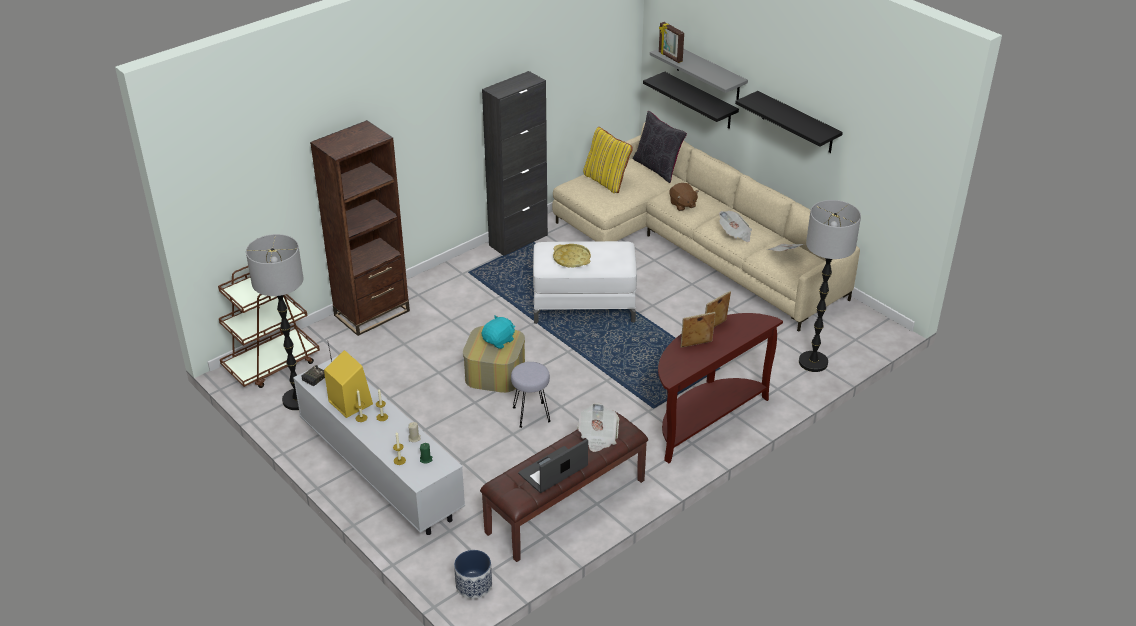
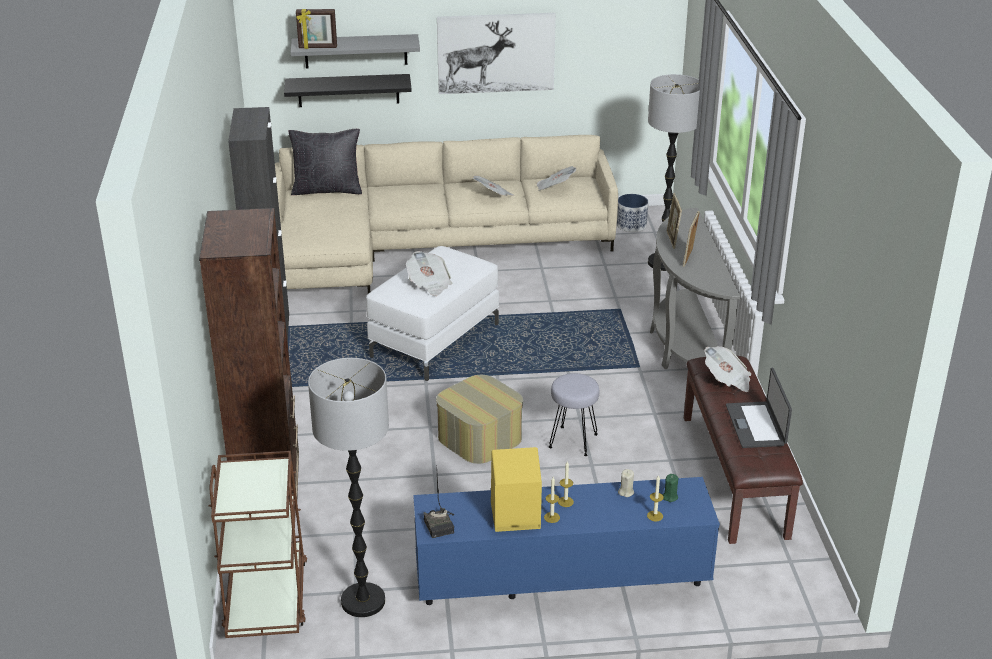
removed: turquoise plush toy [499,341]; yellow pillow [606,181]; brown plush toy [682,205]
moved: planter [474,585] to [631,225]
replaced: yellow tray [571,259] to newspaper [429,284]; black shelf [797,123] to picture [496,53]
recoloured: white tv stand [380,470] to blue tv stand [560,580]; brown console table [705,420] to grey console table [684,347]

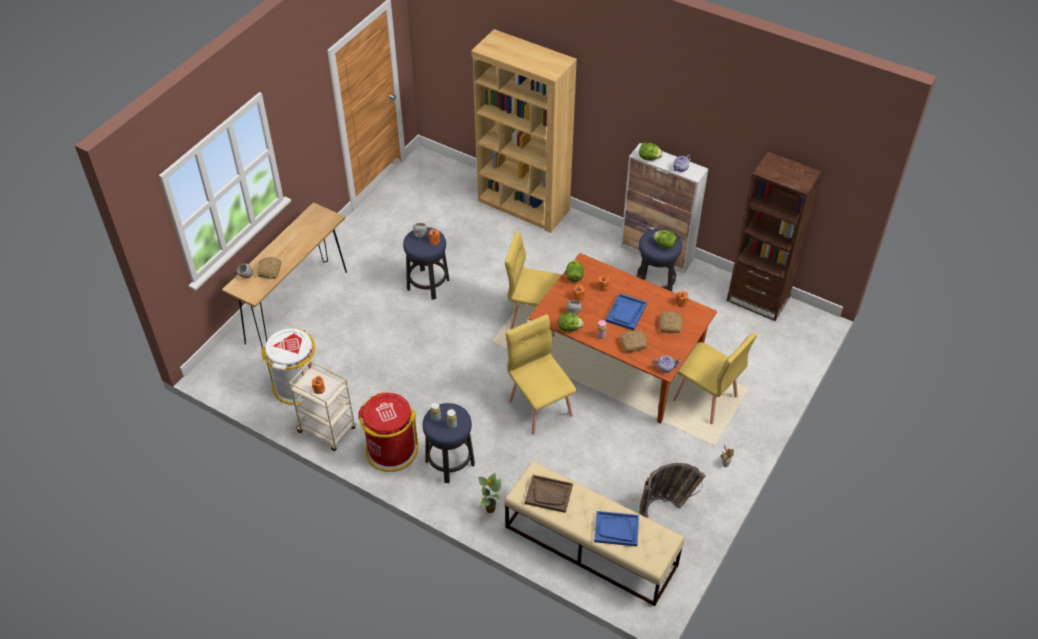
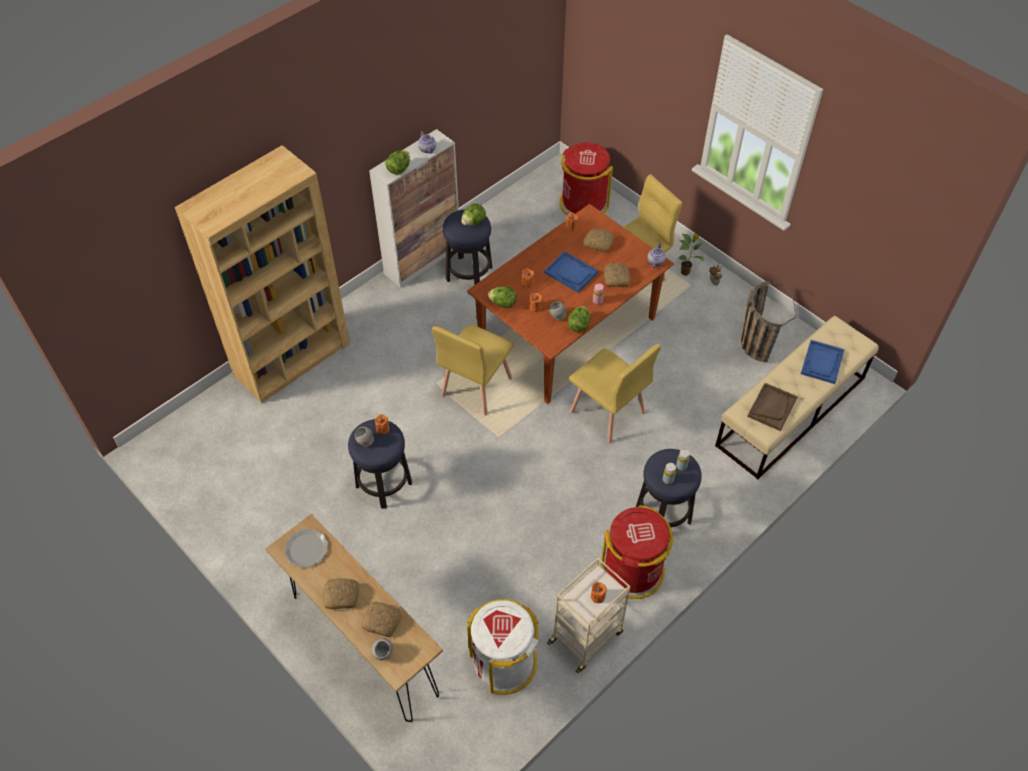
removed: brown bookcase [758,299]
added: plate [306,549]; bread [342,595]; red trash can [583,203]
moved: potted plant [490,510] to [685,272]
turned: yellow chair [540,407] = [607,413] 120 degrees counterclockwise

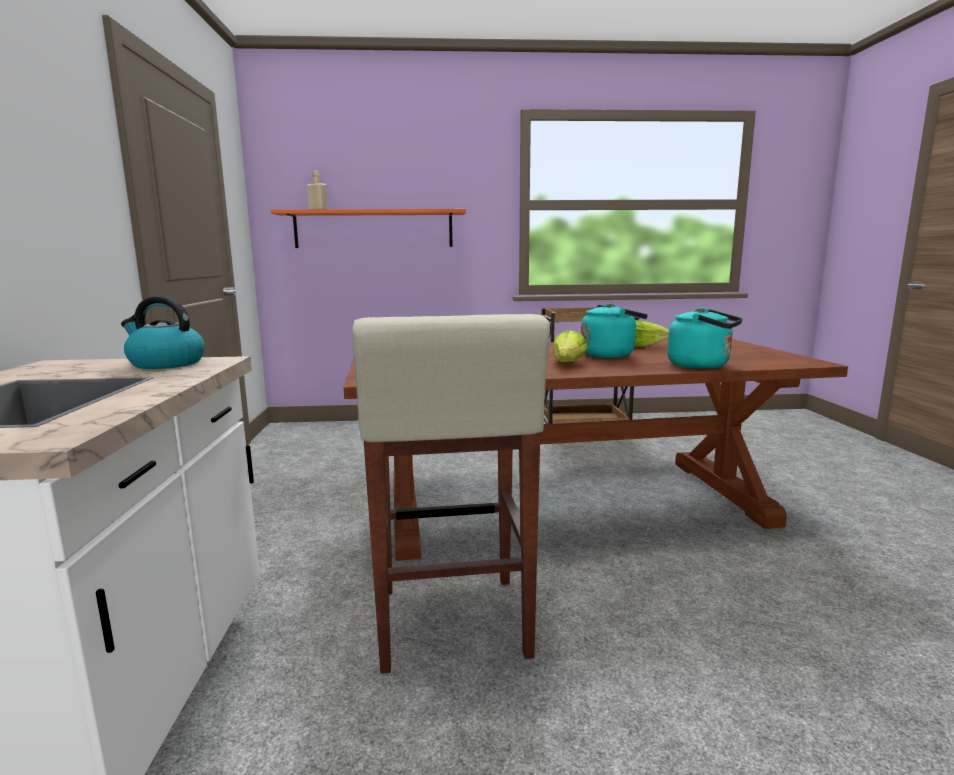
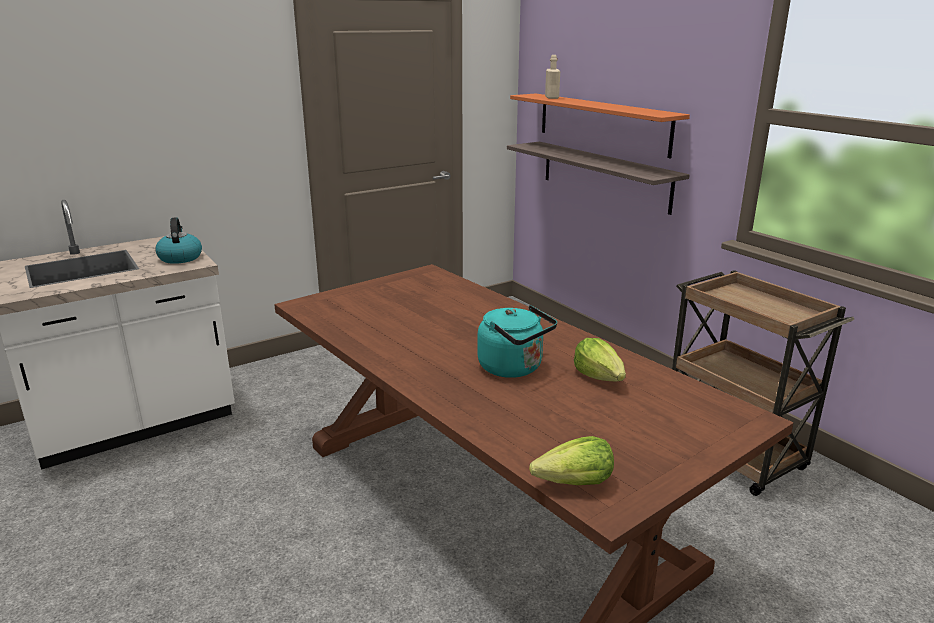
removed: beige stool [452,624]; turquoise kettle [702,366]
added: shelf [604,175]
moved: lettuce [568,363] to [575,483]

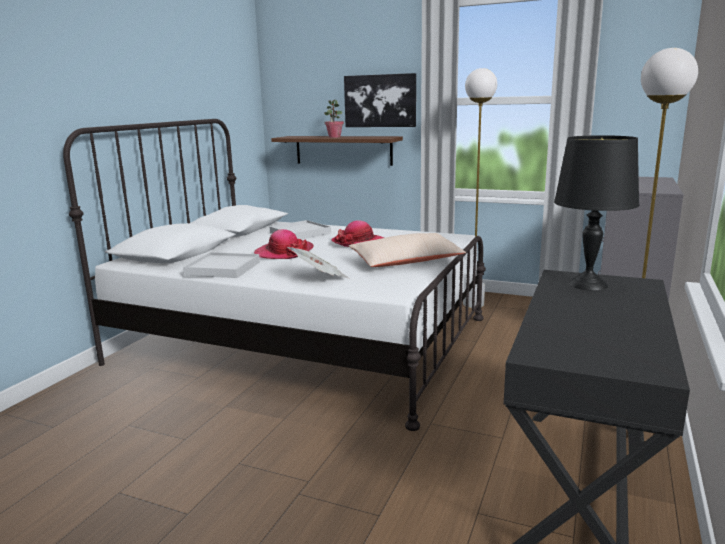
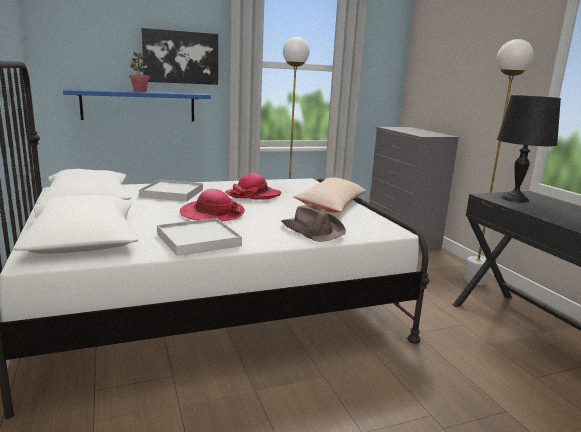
replaced: newspaper [320,278] to brown hat [312,230]
recoloured: brown shelf [343,150] to blue shelf [139,105]

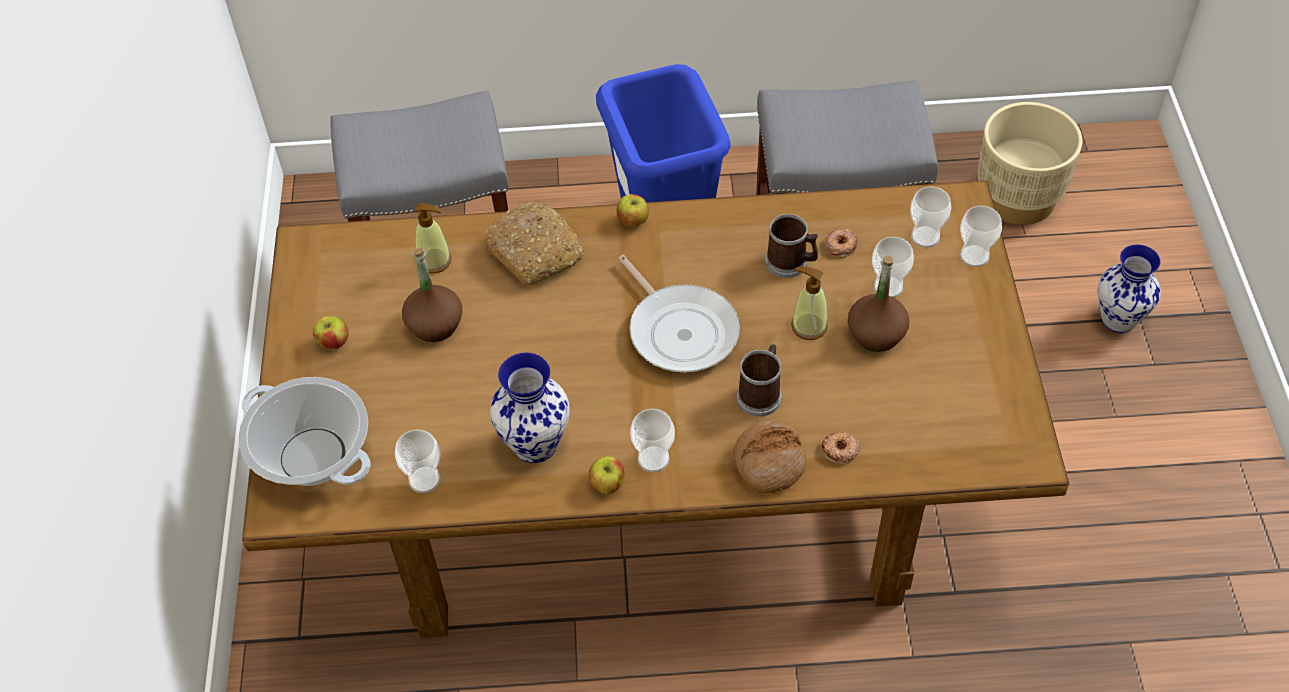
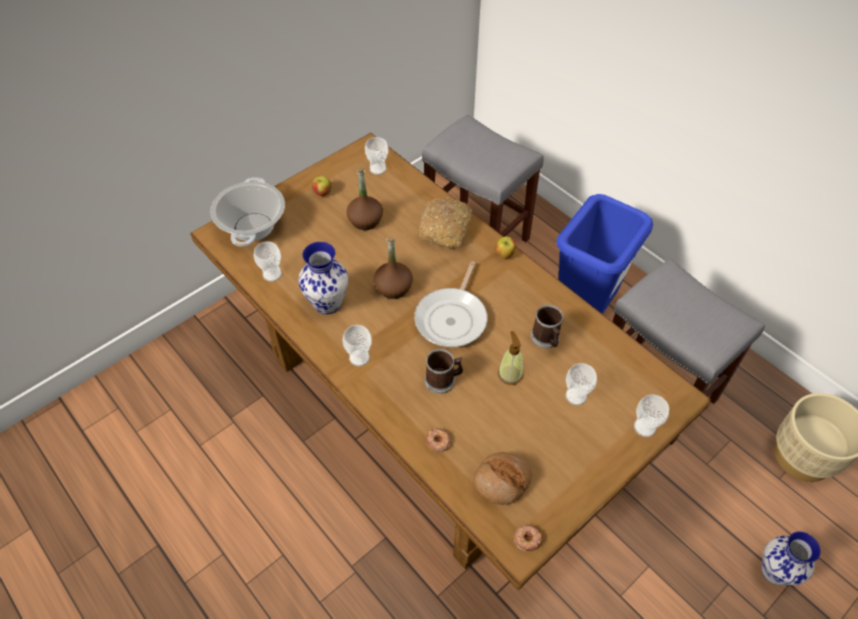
removed: soap dispenser [434,261]; apple [607,484]
moved: bread [769,462] to [502,480]; donut [840,245] to [527,539]; brown bottle [876,334] to [394,287]; cup [925,237] to [378,169]

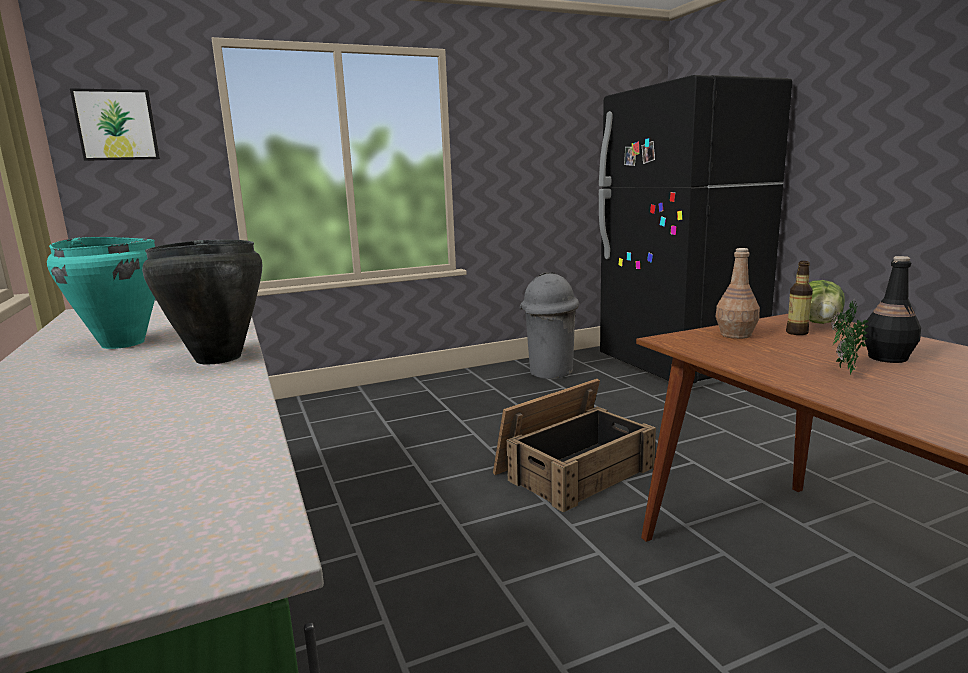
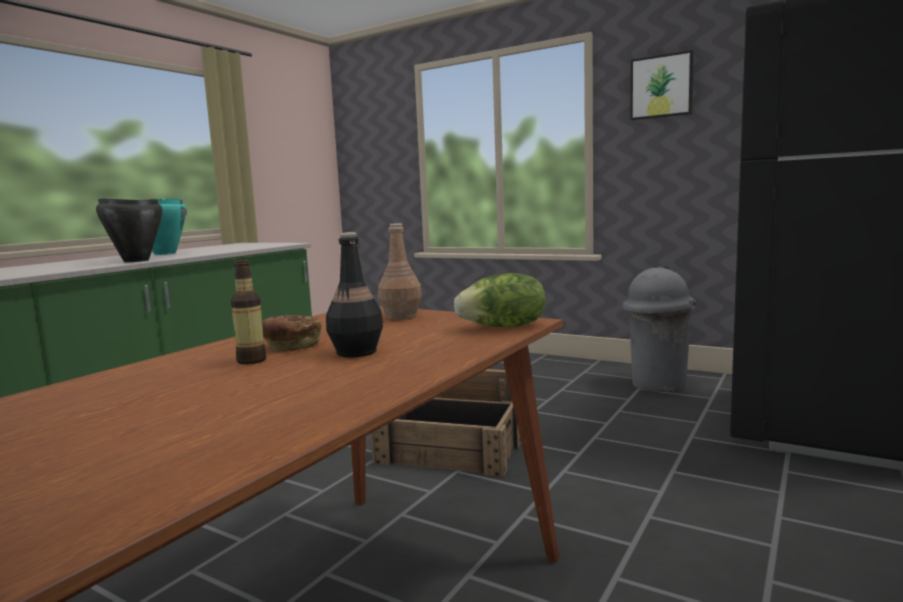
moved: picture [117,125] to [661,86]; bottle [797,333] to [251,361]
replaced: potted plant [844,371] to bread [290,346]

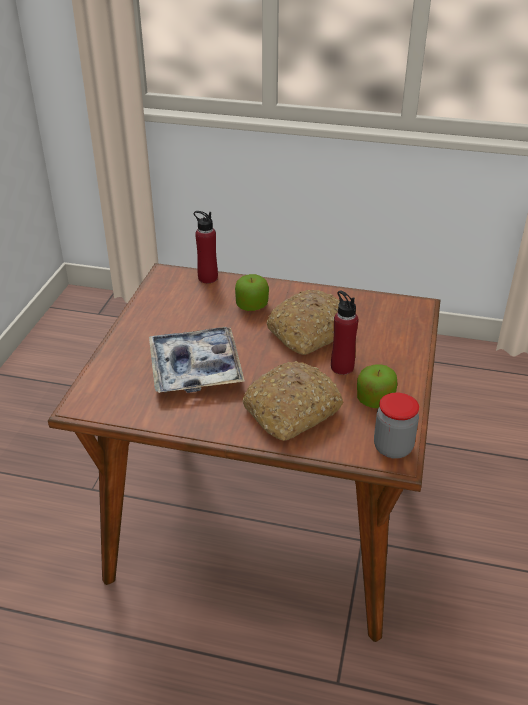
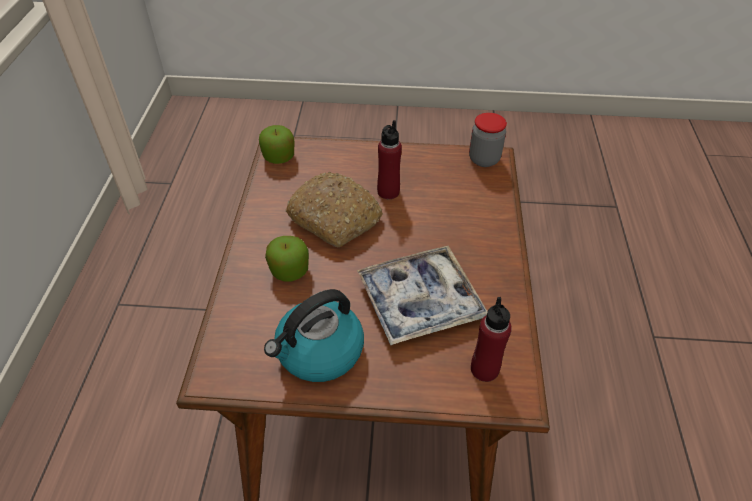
removed: bread [291,411]
added: kettle [319,352]
moved: red bottle [207,278] to [484,369]; apple [375,400] to [279,157]

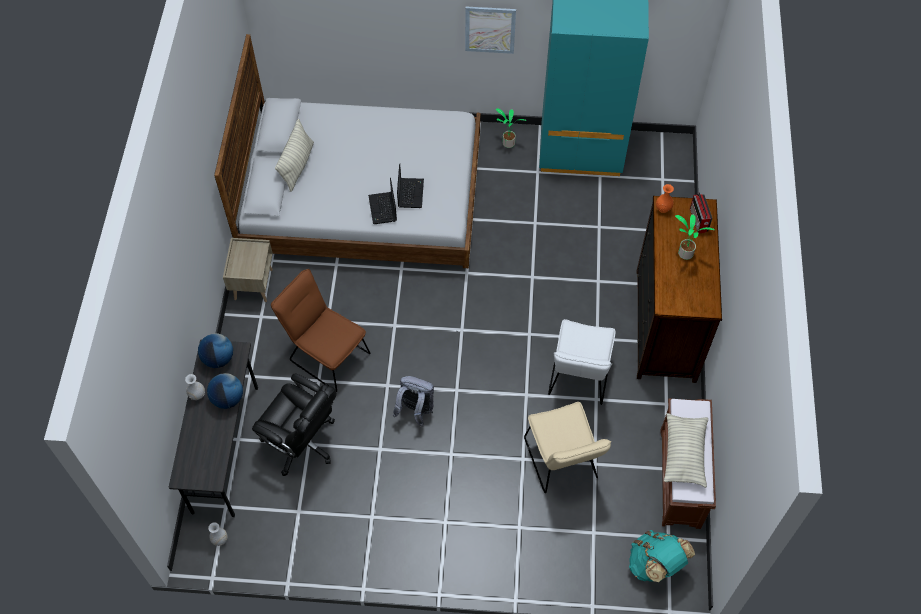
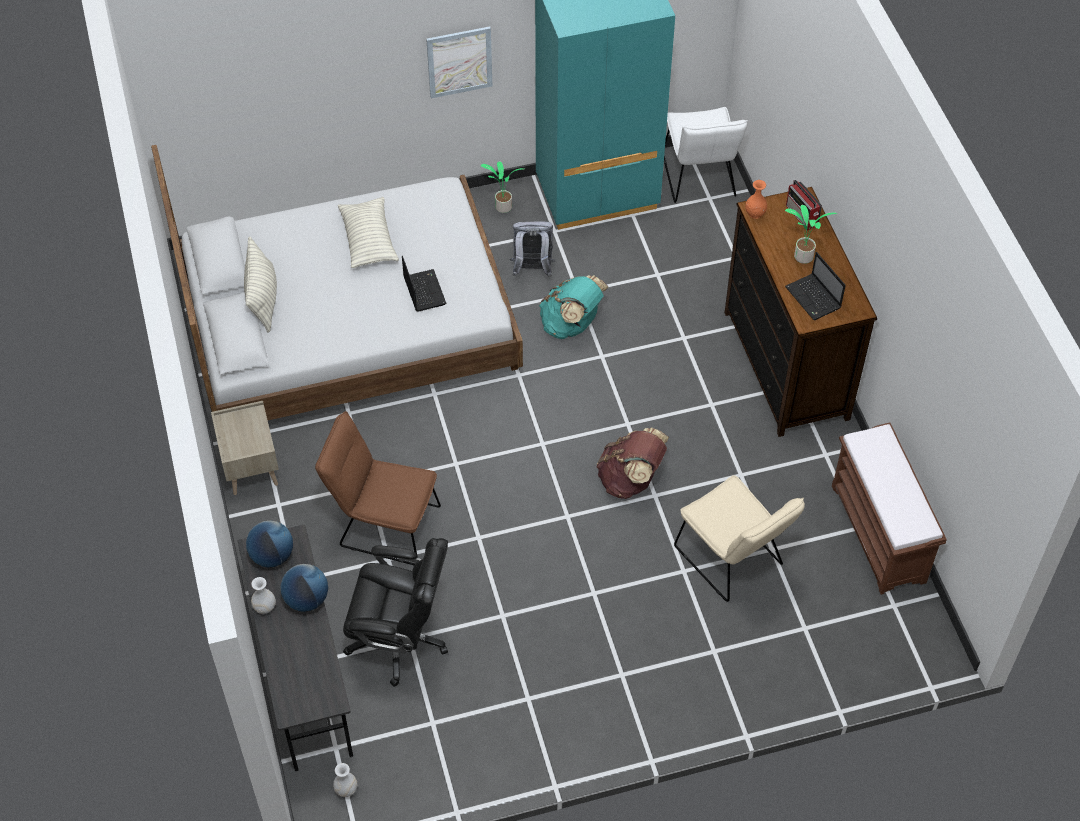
added: brown backpack [631,480]
moved: laptop [383,209] to [814,298]; grey backpack [415,411] to [532,269]; white chair [578,378] to [699,179]; turquoise backpack [655,565] to [571,325]; pillow [684,454] to [368,240]

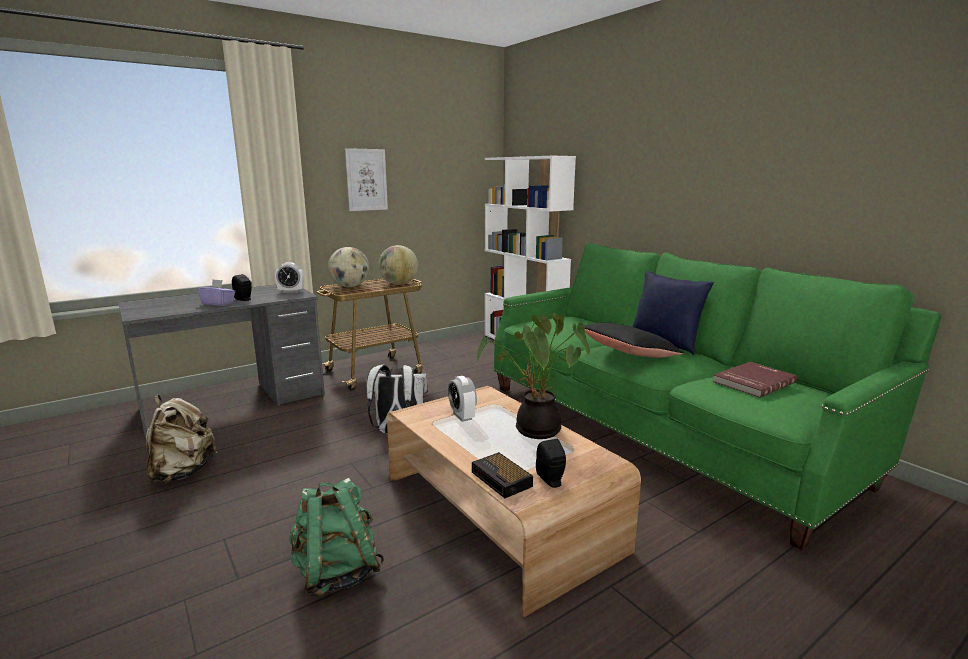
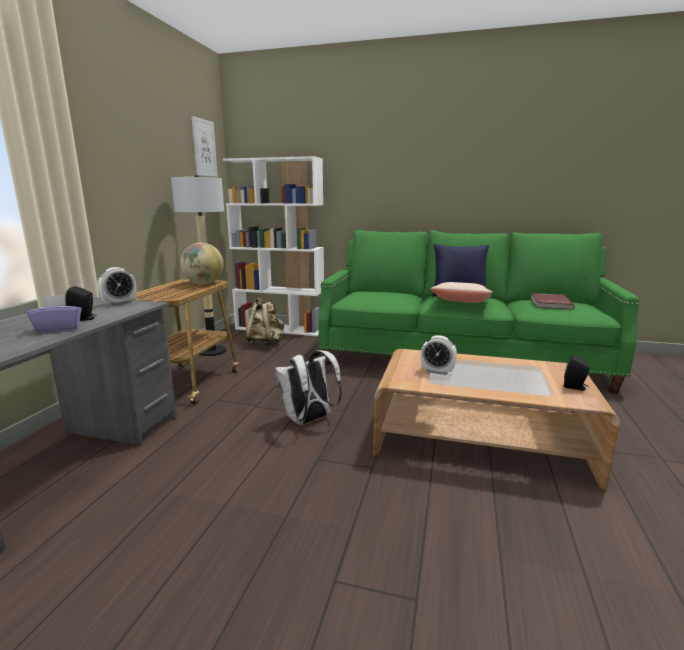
removed: green backpack [336,573]; globe [350,286]; alarm clock [502,480]; potted plant [534,431]
added: floor lamp [212,351]
moved: beige backpack [183,472] to [266,344]; picture [366,180] to [204,148]
recoloured: black pillow [629,354] to beige pillow [461,304]

